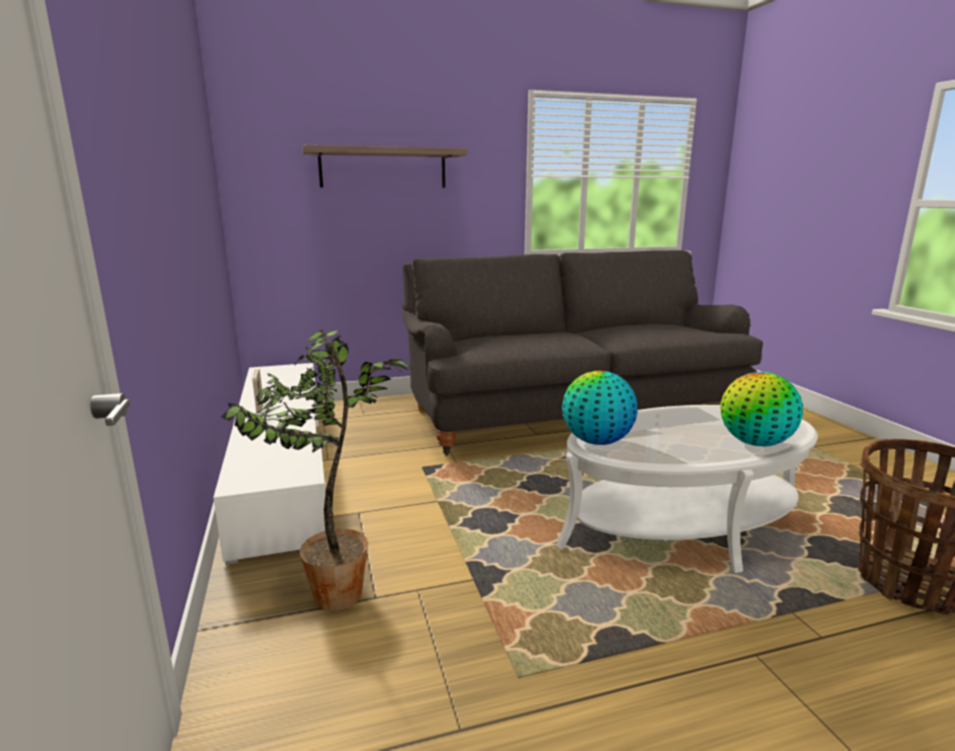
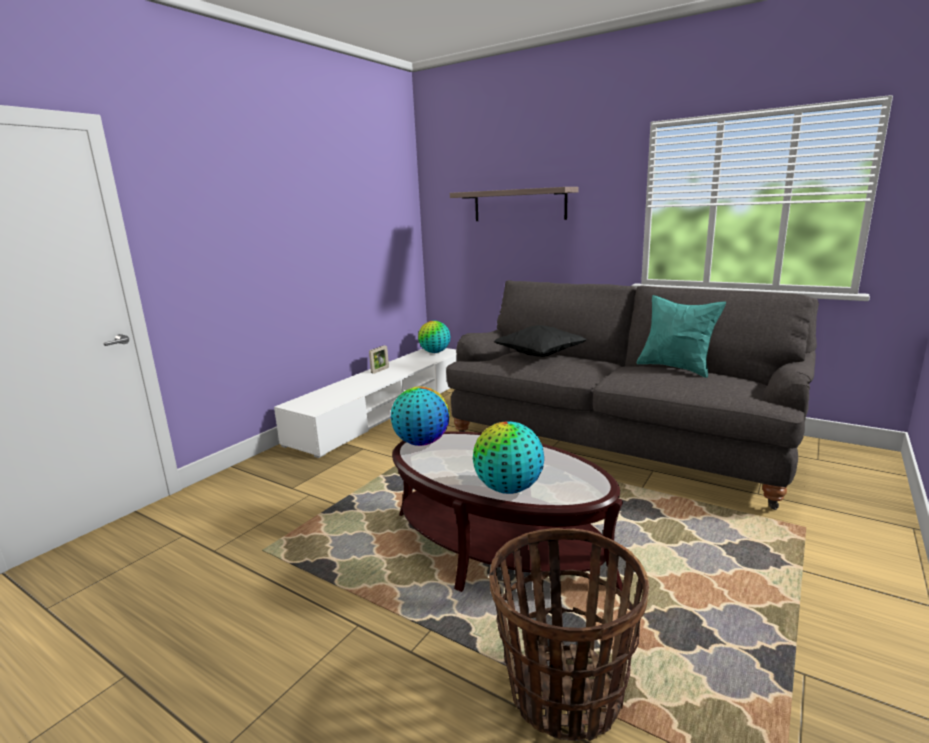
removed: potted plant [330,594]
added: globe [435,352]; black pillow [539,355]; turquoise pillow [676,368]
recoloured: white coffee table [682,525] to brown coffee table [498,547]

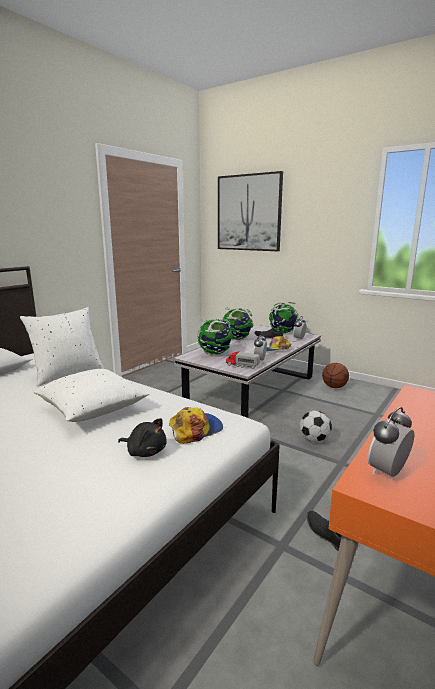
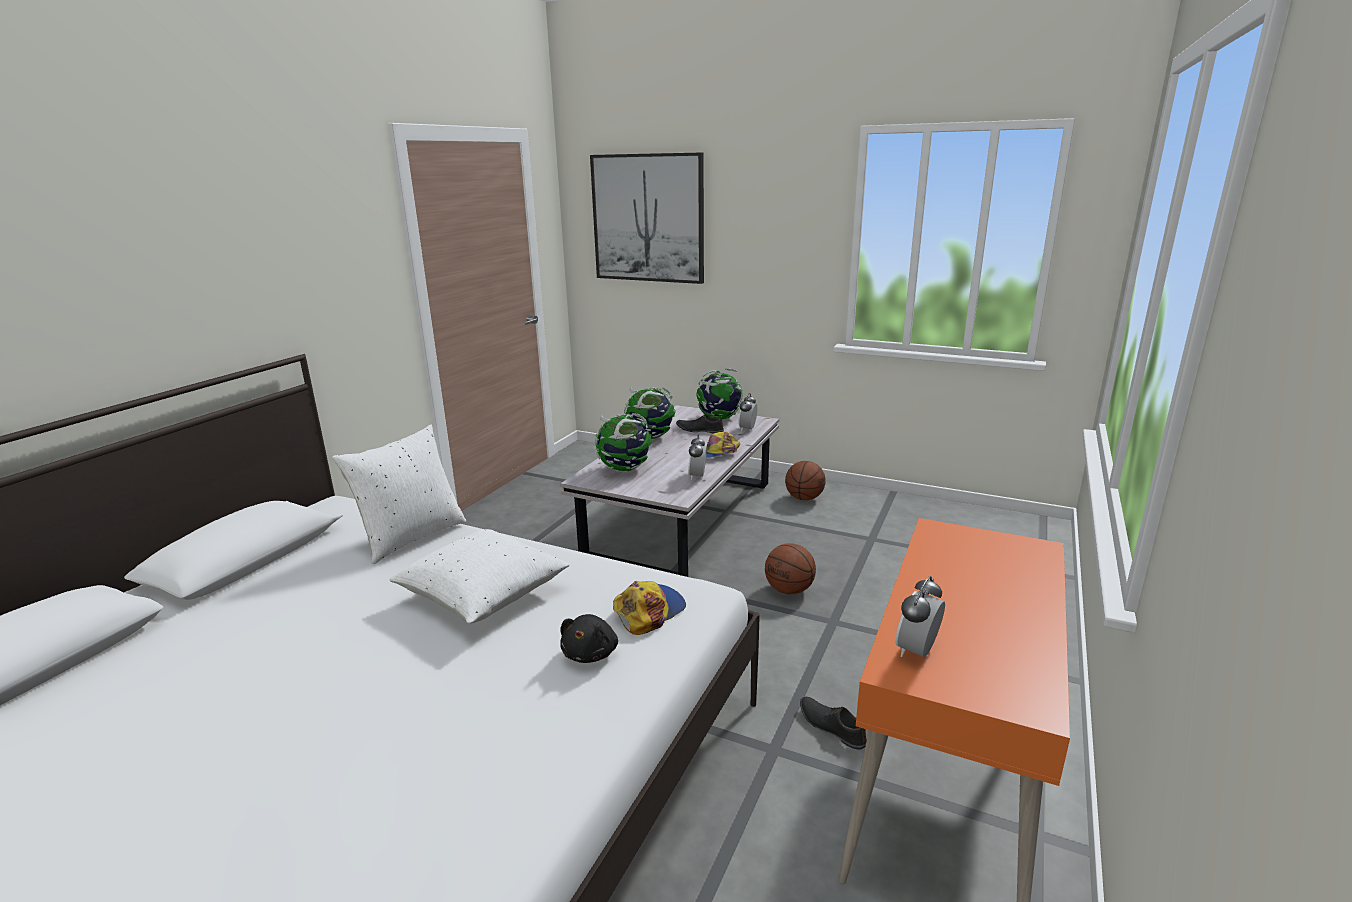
removed: toy truck [242,365]
replaced: football [314,440] to basketball [789,590]
turned: black plush toy [145,451] = [591,653] 90 degrees clockwise

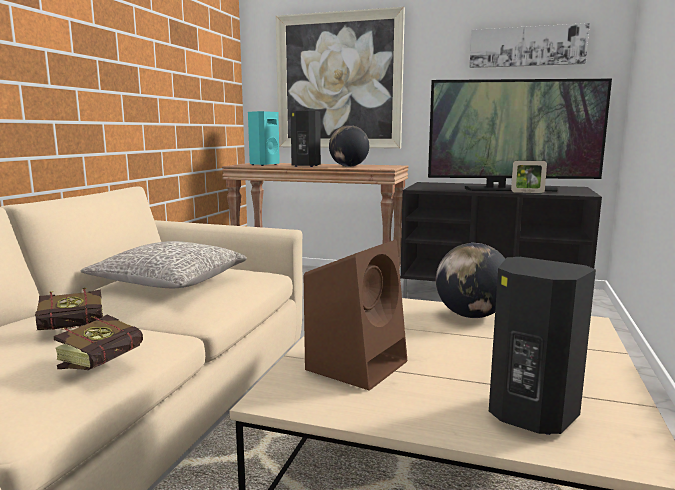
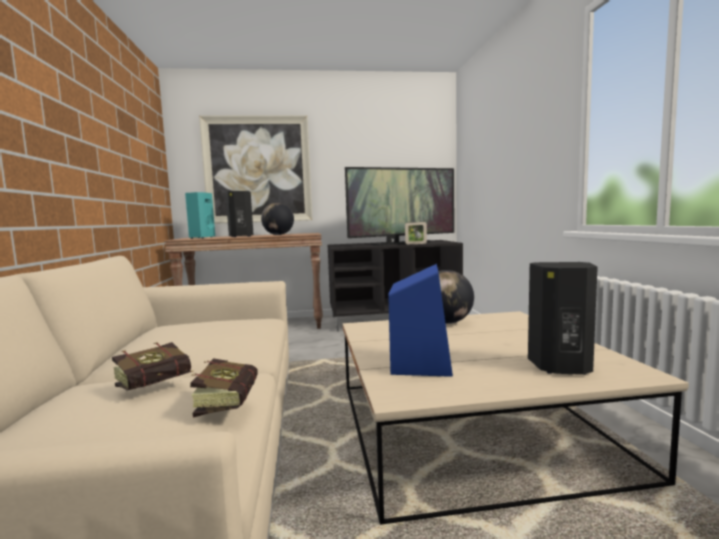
removed: grey pillow [168,283]; picture [527,46]
recoloured: brown speaker [357,364] to blue speaker [420,363]

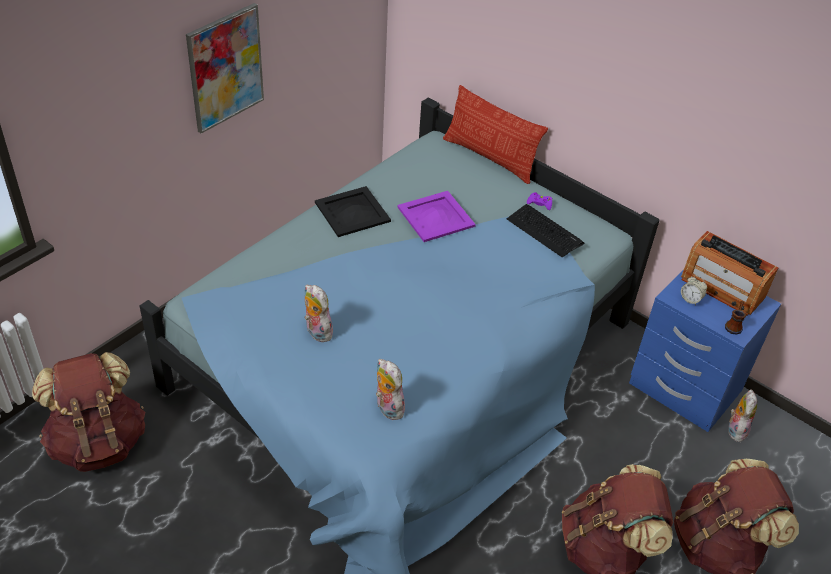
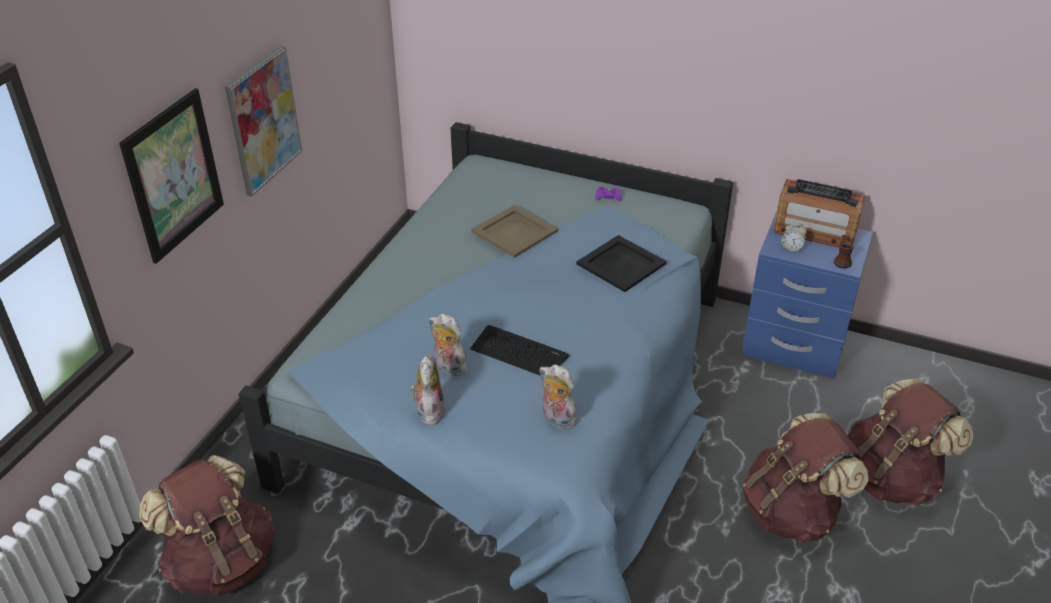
removed: pillow [490,157]
added: picture [173,175]
moved: black tray [352,212] to [621,264]; keyboard [544,231] to [519,352]; plush toy [735,429] to [428,411]
recoloured: purple tray [436,216] to beige tray [514,231]

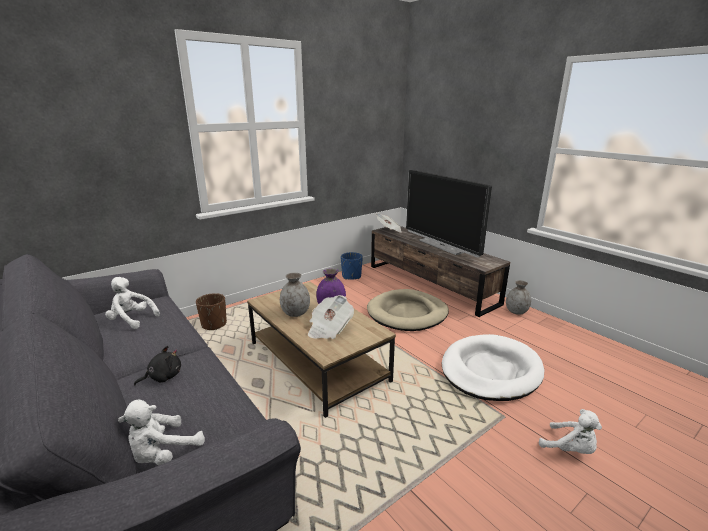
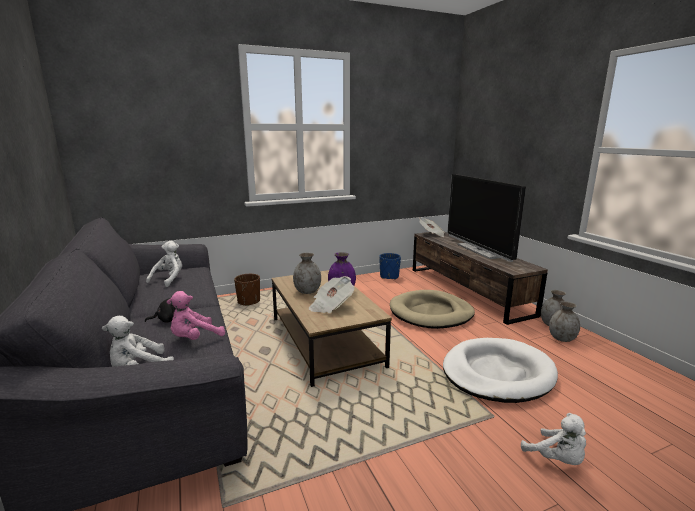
added: pink plush toy [195,338]; grey vase [562,339]
turned: white plush toy [132,320] = [169,279] 75 degrees clockwise

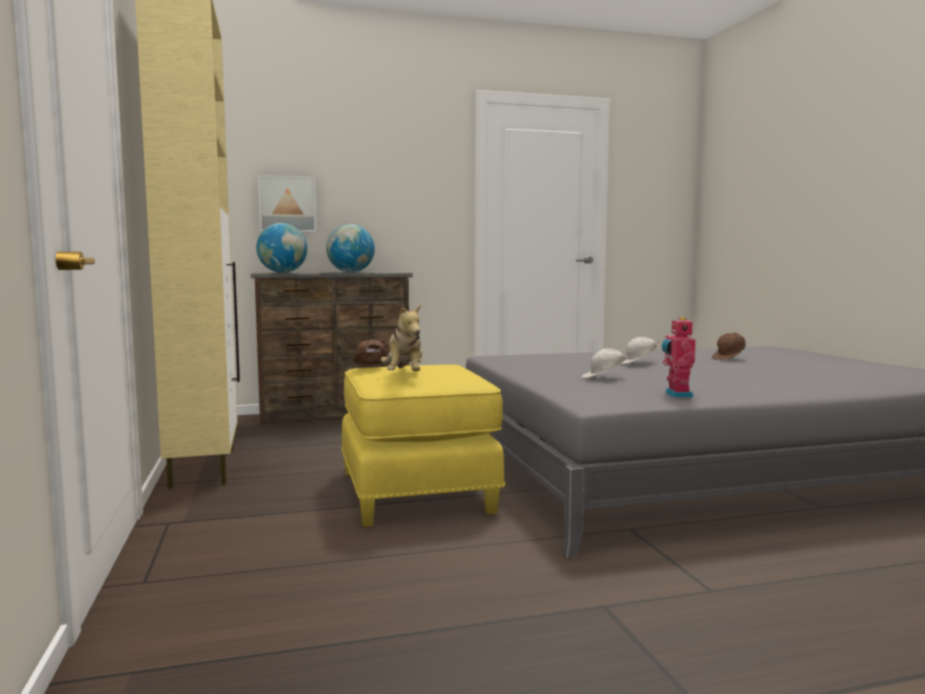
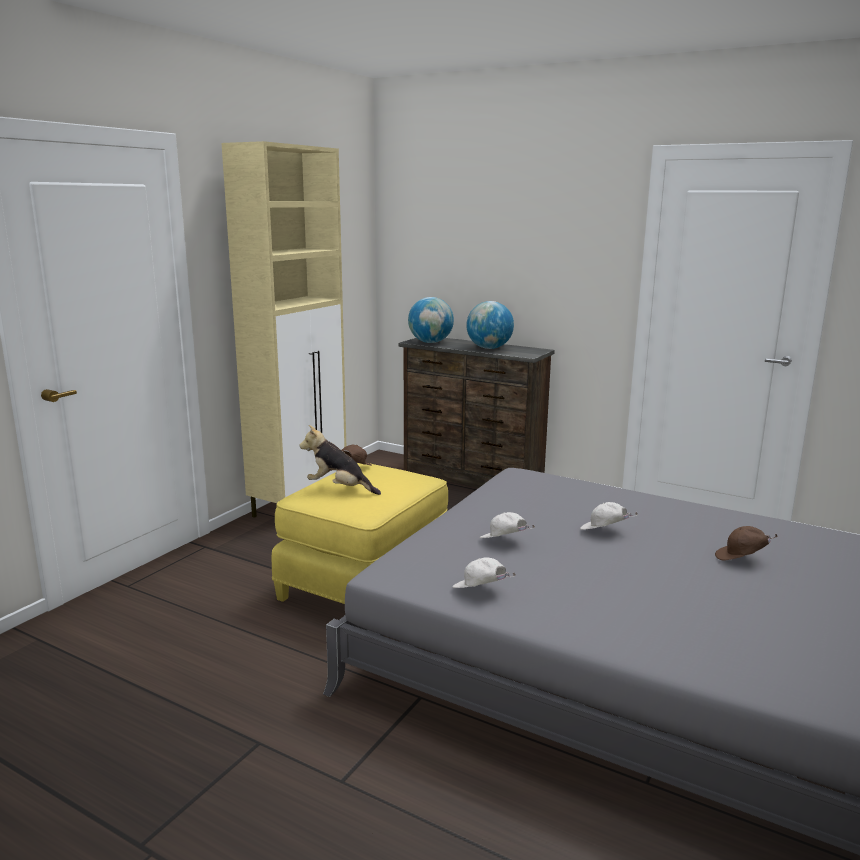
removed: picture [287,204]
replaced: toy robot [676,395] to white cap [480,591]
turned: plush toy [405,375] = [339,488] 75 degrees clockwise

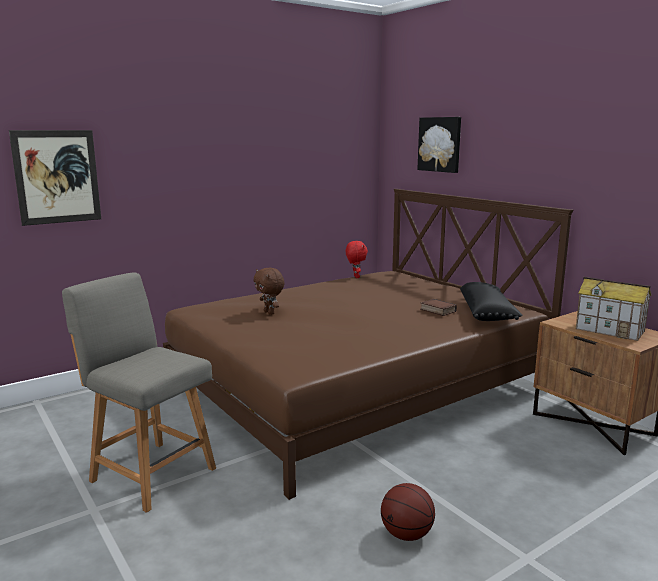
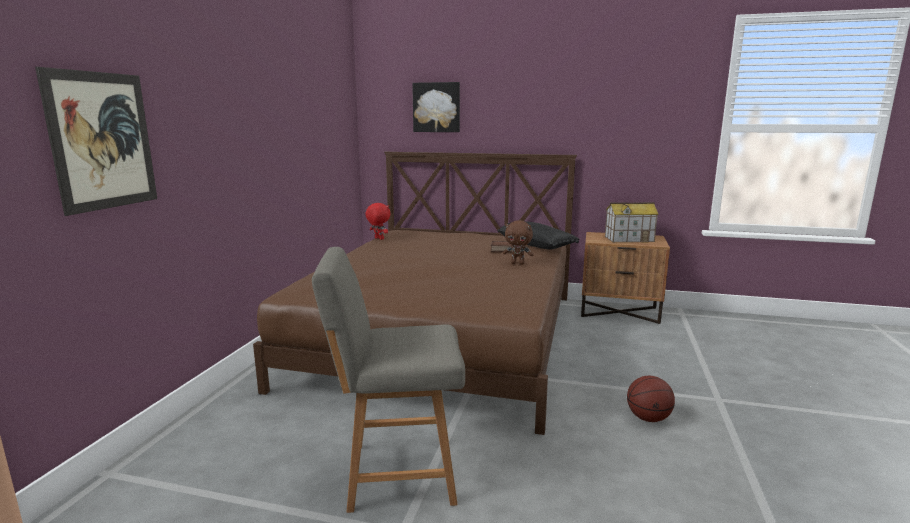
moved: brown plush toy [270,313] to [518,263]

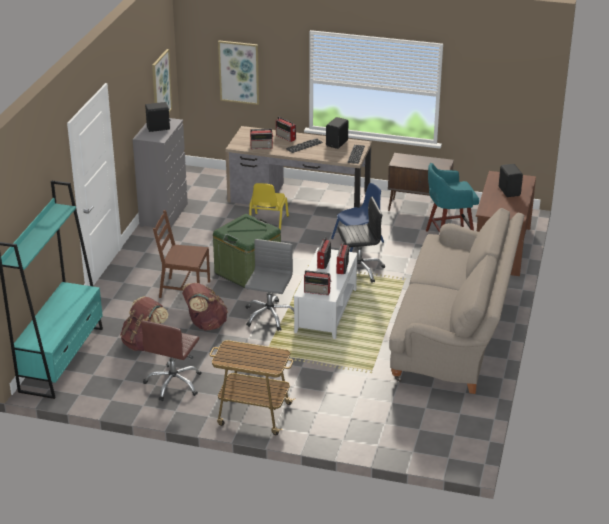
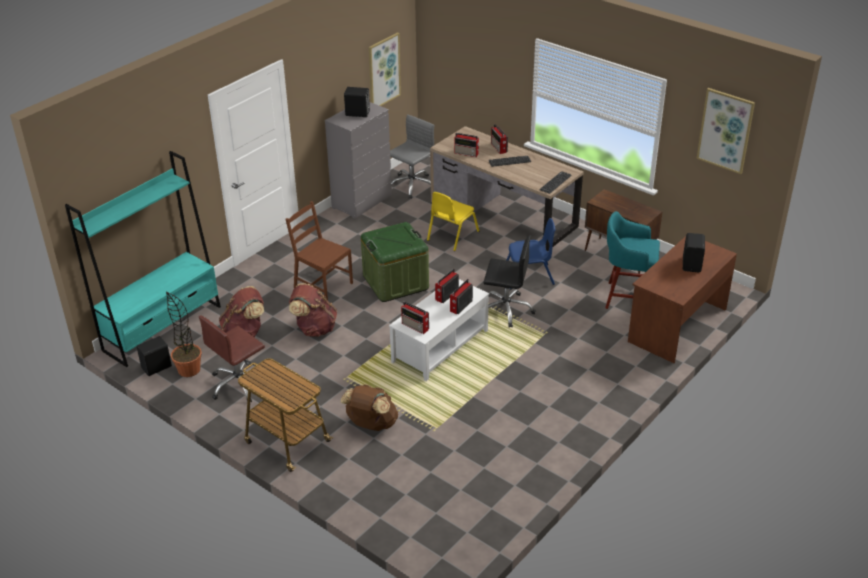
removed: beige sofa [455,333]
added: potted plant [189,370]; brown backpack [371,424]
moved: picture [239,72] to [725,130]; grey office chair [269,316] to [411,185]; black speaker [337,143] to [157,367]

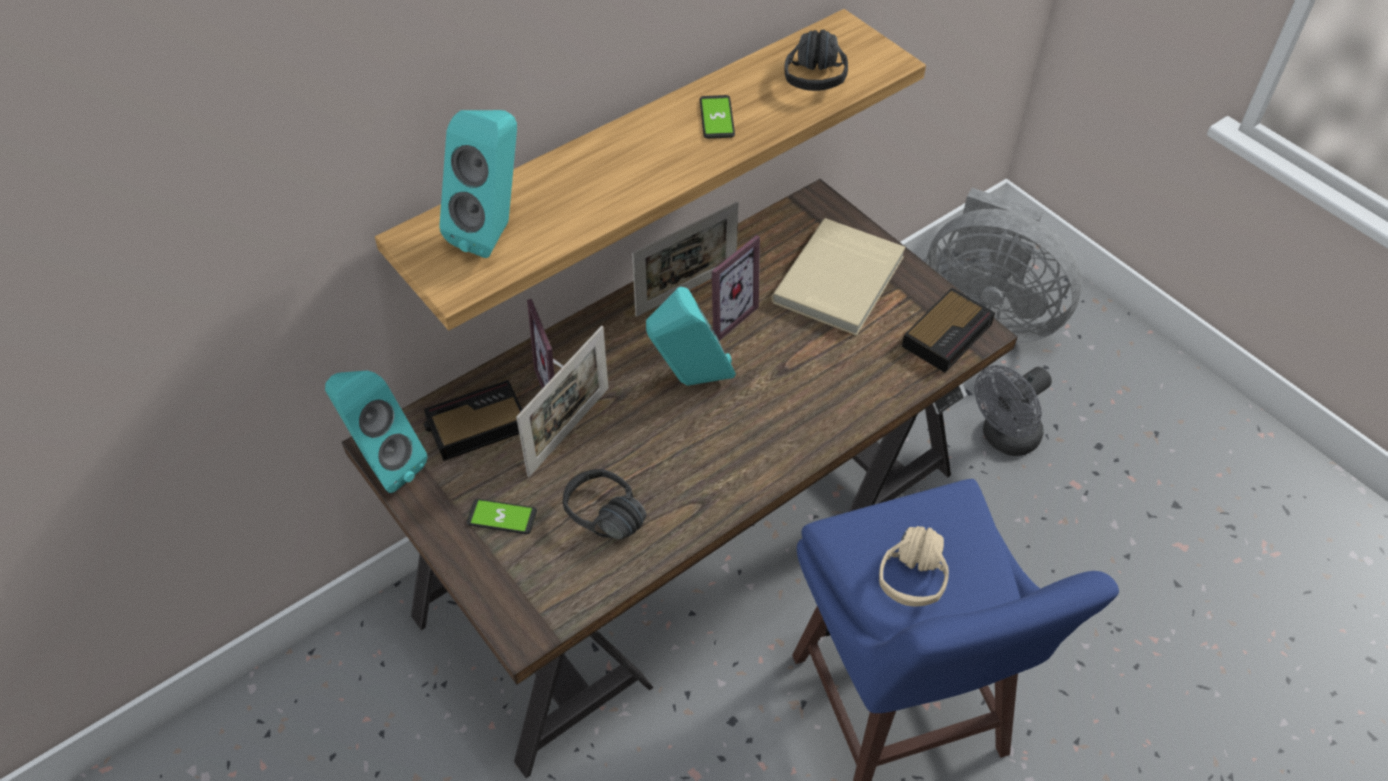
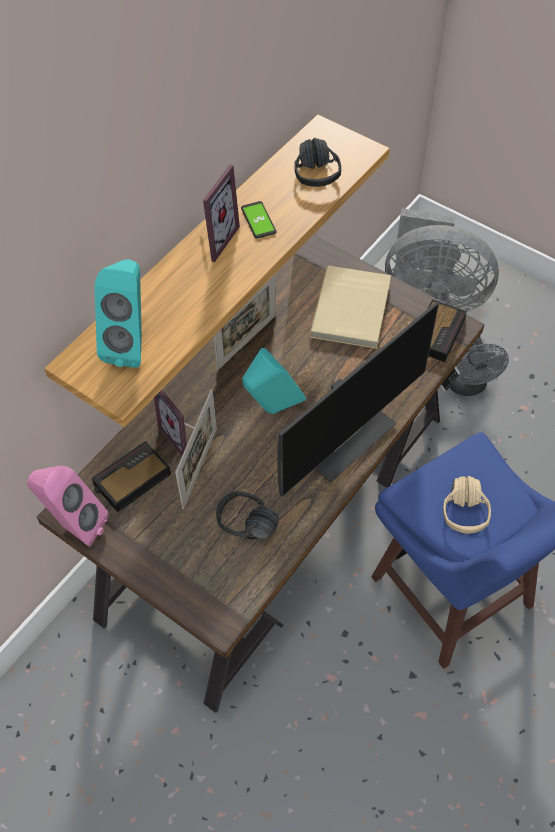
removed: phone [502,517]
added: monitor [342,434]
moved: picture frame [723,315] to [213,239]
recoloured: turquoise speaker [384,464] to pink speaker [74,526]
turned: grey fan [1004,439] = [468,386] 45 degrees counterclockwise

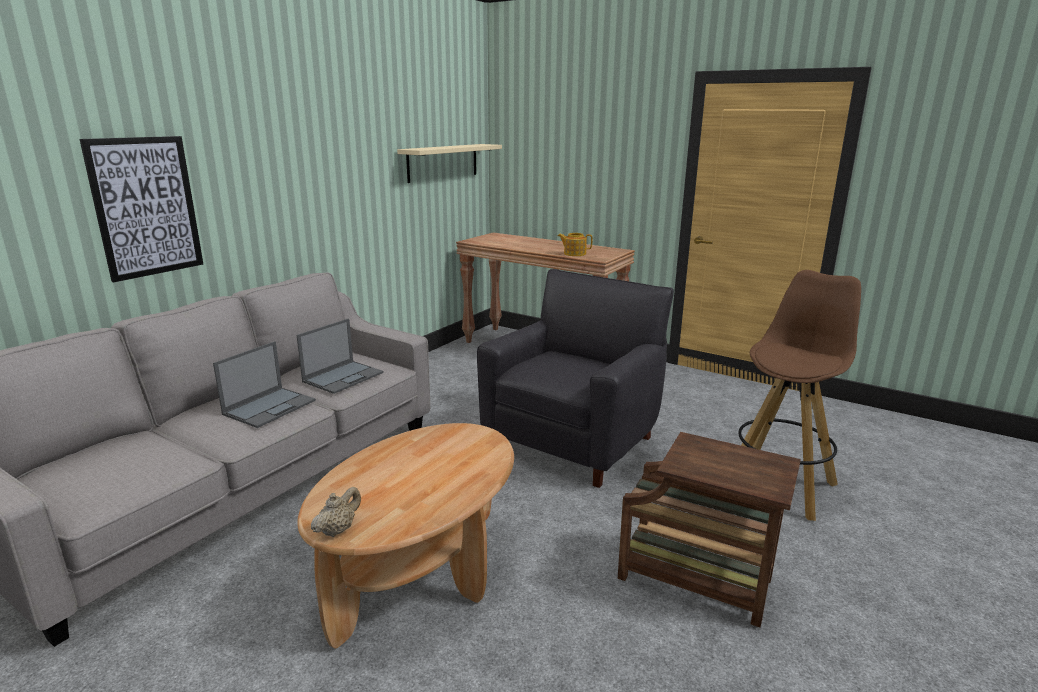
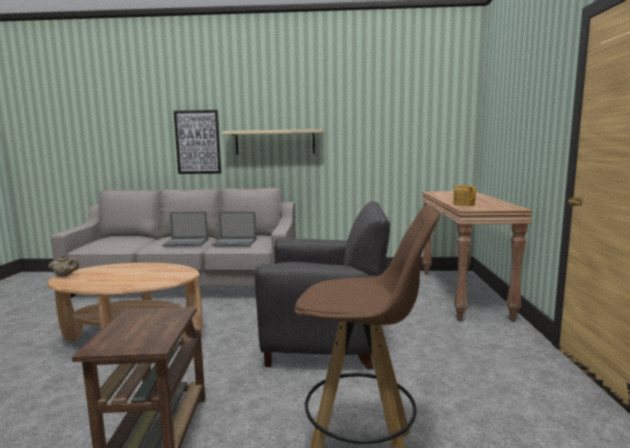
moved: beige shelf [443,162] to [275,142]

